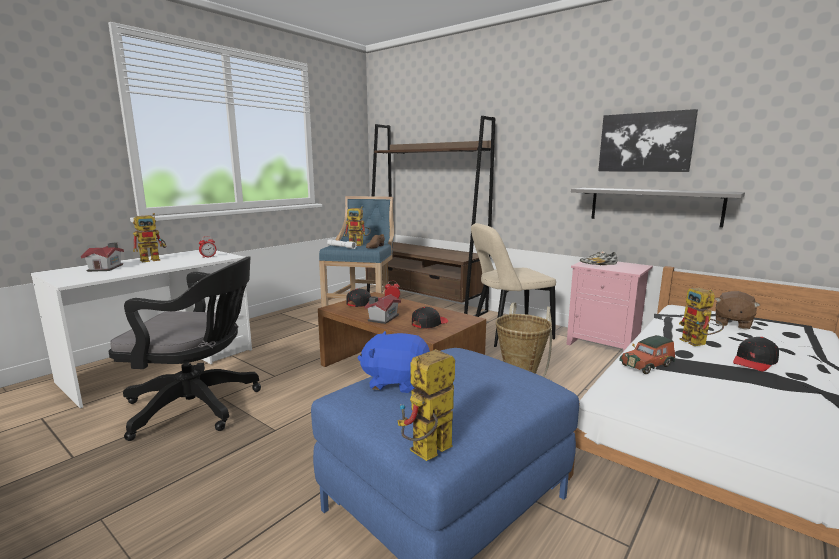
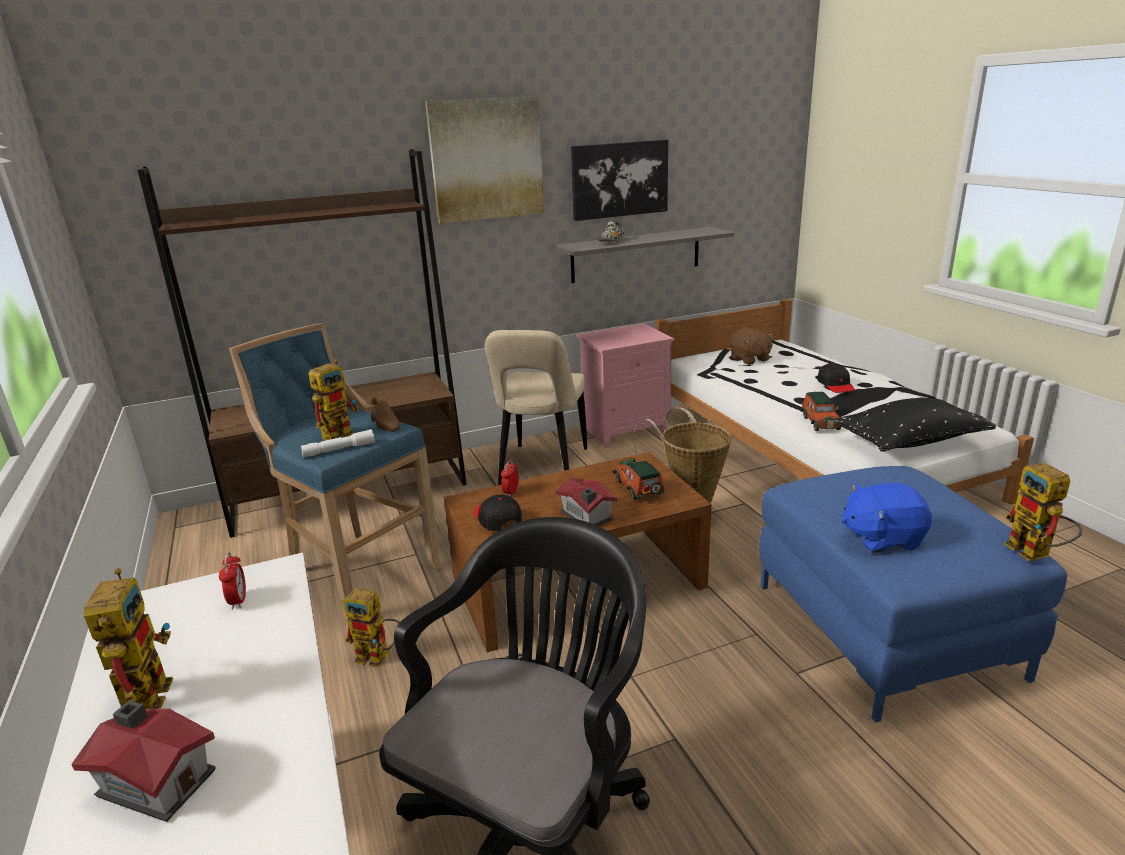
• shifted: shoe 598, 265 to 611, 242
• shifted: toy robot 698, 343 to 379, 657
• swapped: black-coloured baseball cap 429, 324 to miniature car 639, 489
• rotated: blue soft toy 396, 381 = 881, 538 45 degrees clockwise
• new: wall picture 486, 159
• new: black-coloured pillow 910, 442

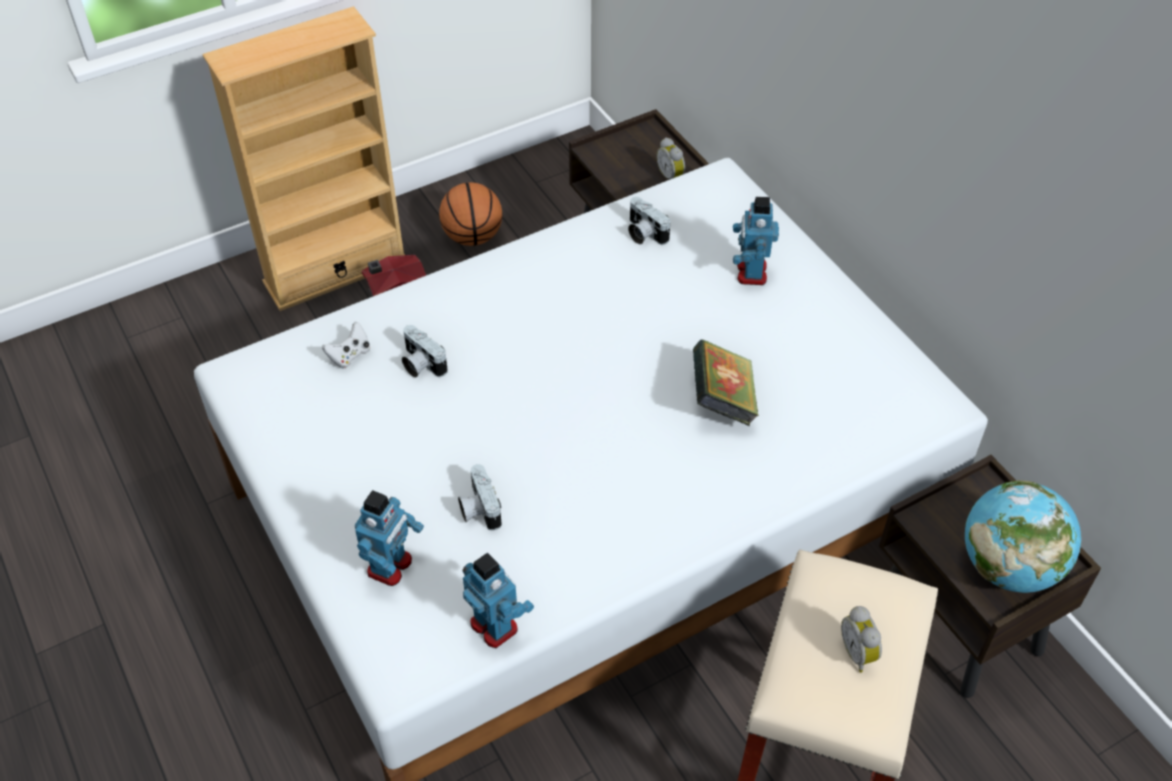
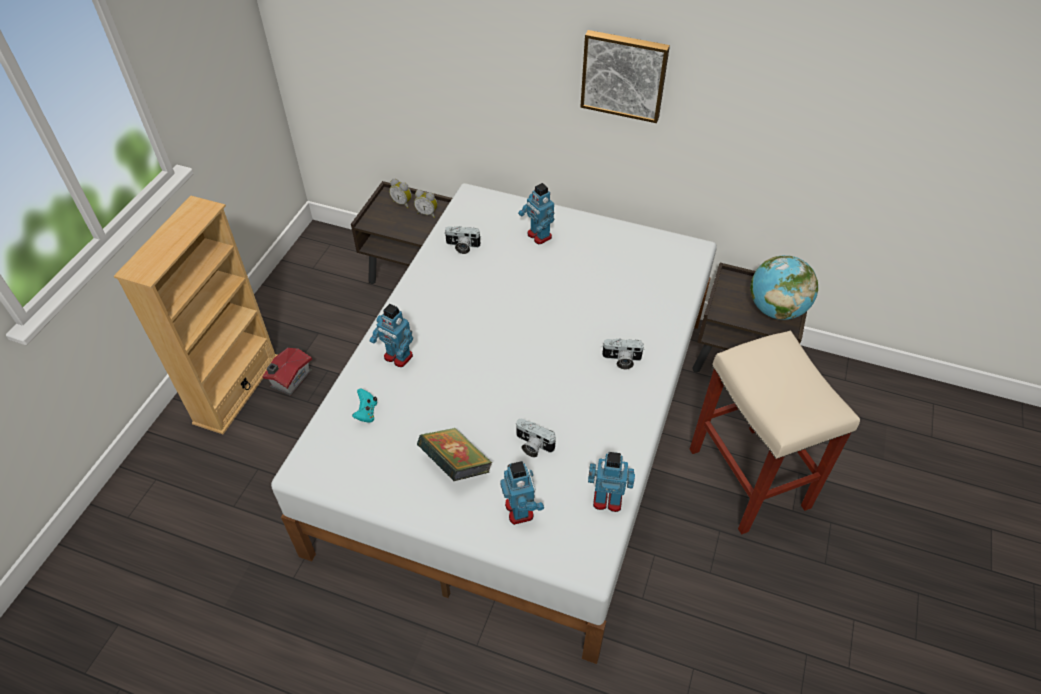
• gone: basketball ball 473, 237
• repainted: white game controller 350, 355 to turquoise-coloured game controller 366, 412
• shifted: still camera 420, 364 to 621, 360
• shifted: volume 722, 400 to 455, 465
• shifted: bedside clock 859, 652 to 402, 203
• new: wall picture 624, 75
• new: toy robot 398, 357

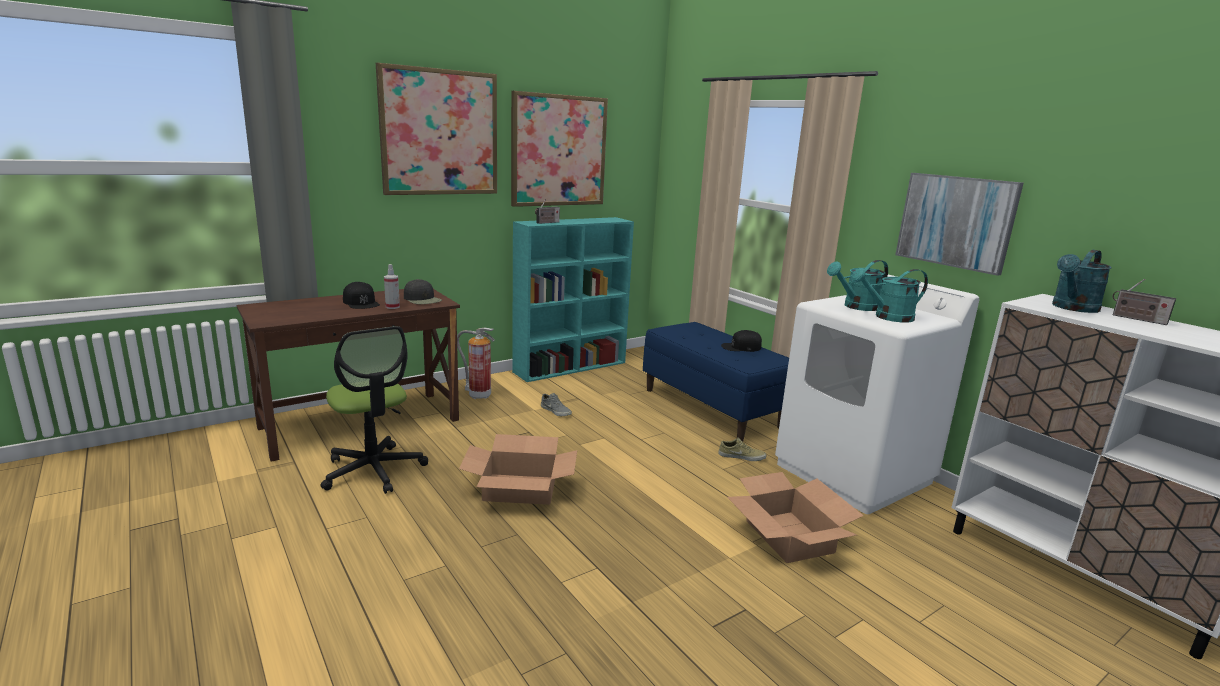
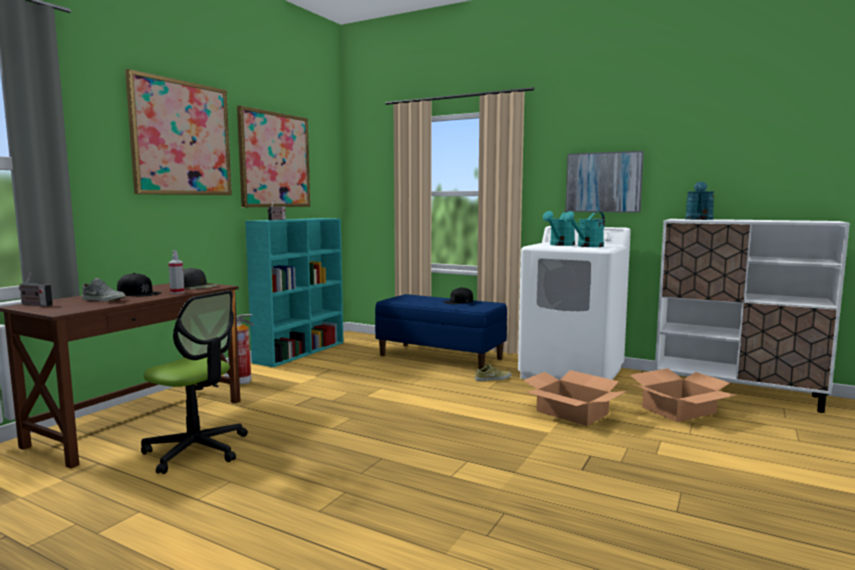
• shifted: radio receiver 1136, 319 to 35, 304
• shifted: grey shoe 556, 411 to 104, 300
• shifted: packing box 520, 489 to 679, 410

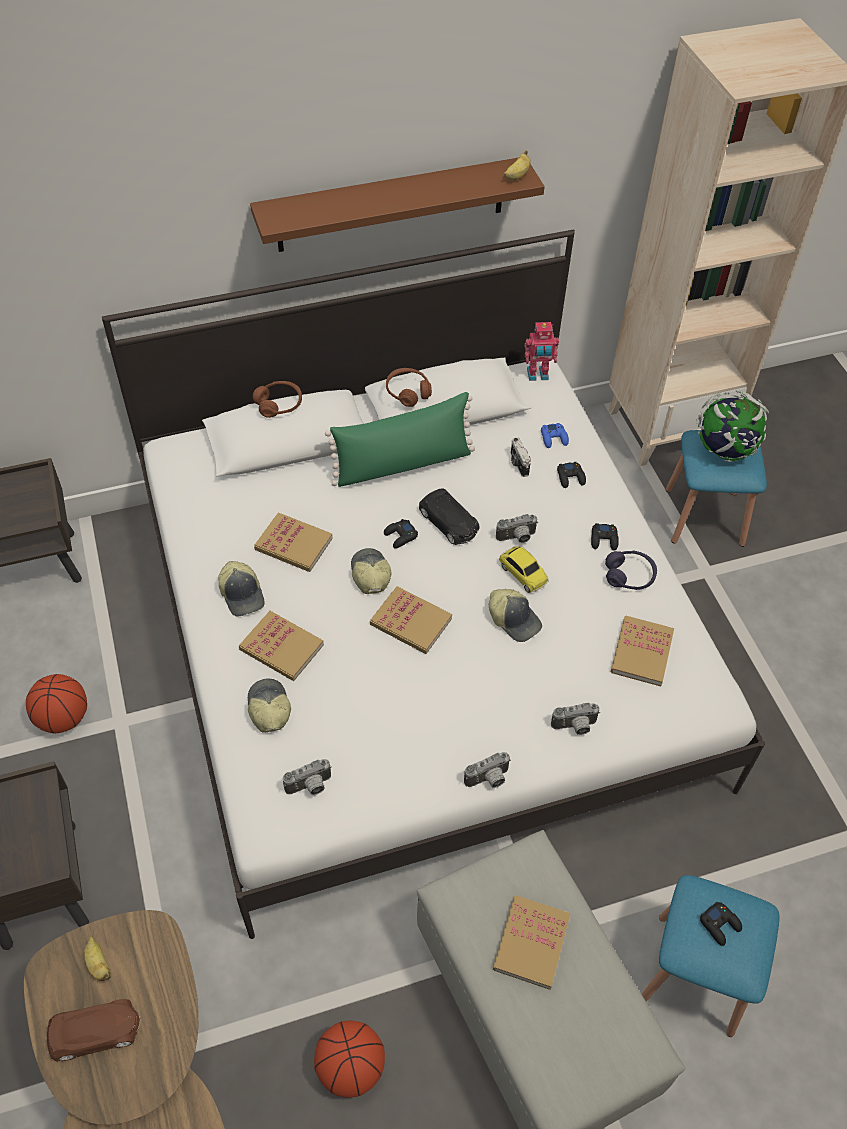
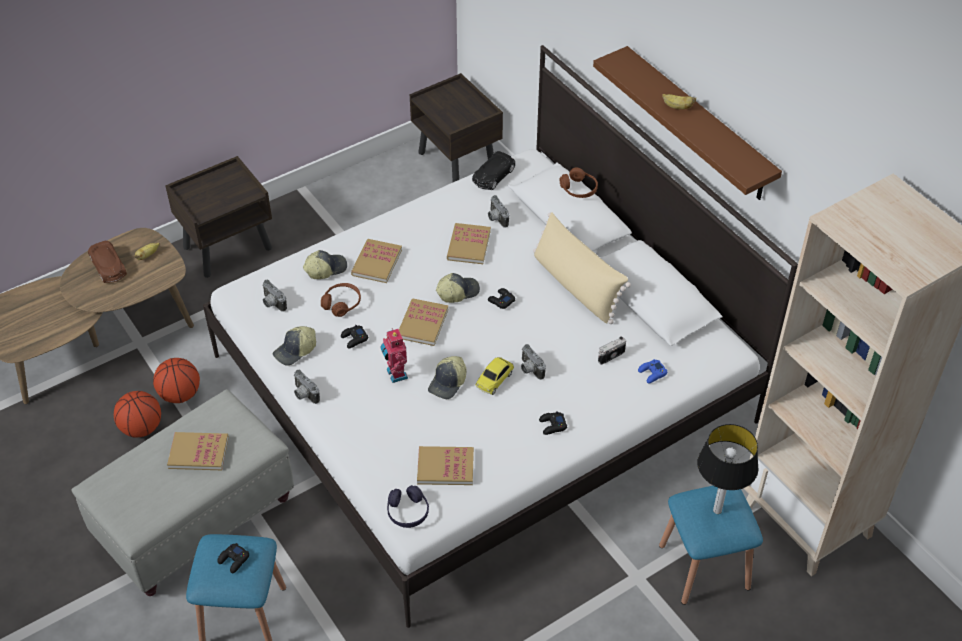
• shifted: banana 517, 176 to 677, 107
• shifted: toy robot 537, 375 to 395, 374
• shifted: brownish headphones 408, 392 to 342, 304
• swapped: world globe 724, 450 to table lamp 717, 511
• repainted: green-coloured pillow 403, 464 to beige pillow 576, 286
• shifted: black-coloured game controller 570, 477 to 354, 339
• shifted: black-coloured miniature car 449, 522 to 493, 176
• shifted: purple-coloured headphones 629, 576 to 408, 512
• shifted: baseball cap 243, 594 to 295, 351
• shifted: basketball ball 63, 718 to 180, 395
• shifted: still camera 575, 727 to 496, 219

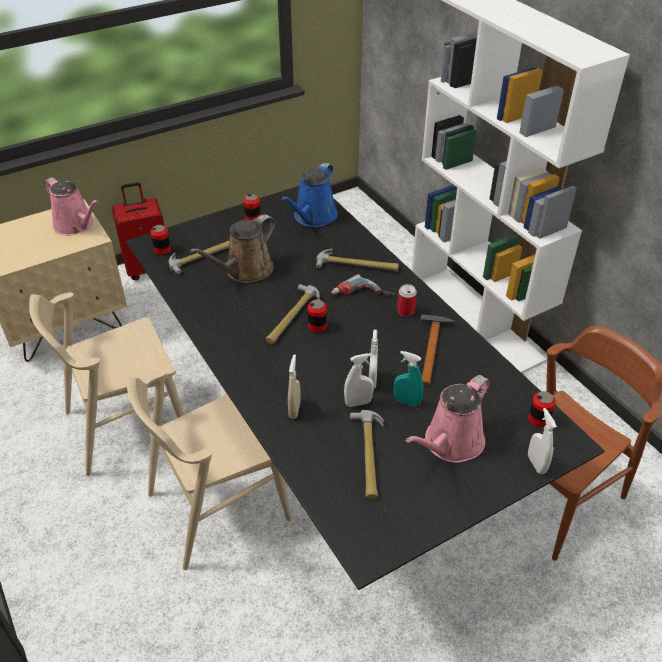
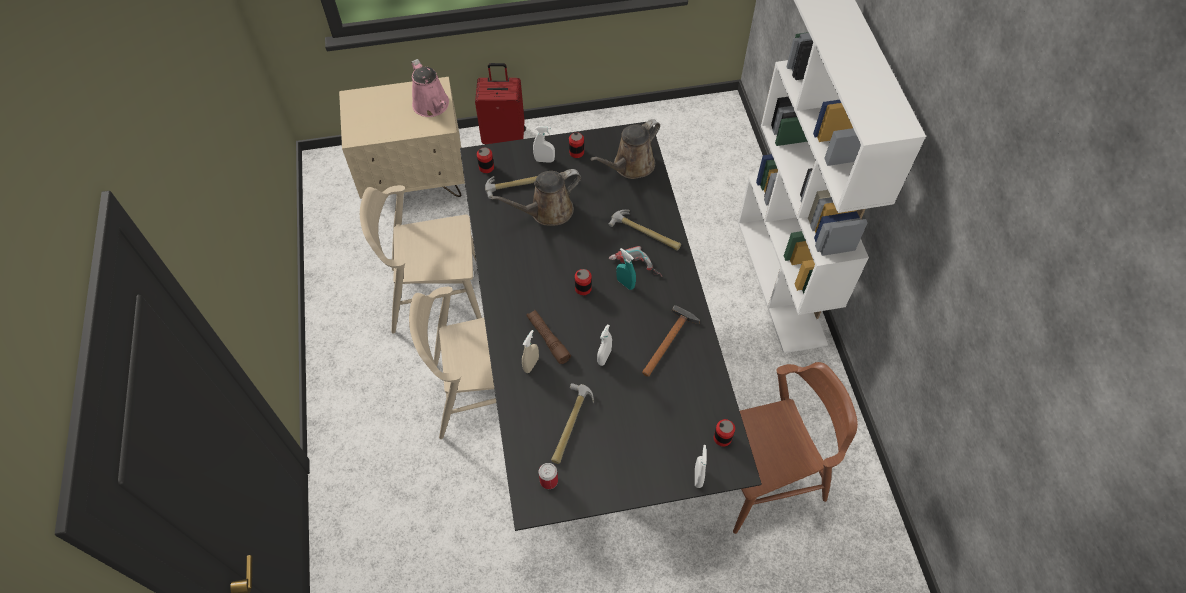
• repainted: blue watering pot 313, 217 to brownish watering pot 630, 166
• gone: tool hammer 292, 316
• shifted: can 405, 311 to 549, 481
• shifted: turquoise-coloured spray bottle 406, 401 to 625, 283
• shifted: white spray bottle 358, 403 to 544, 160
• gone: pinkish watering pot 450, 443
• new: brownish torch 548, 339

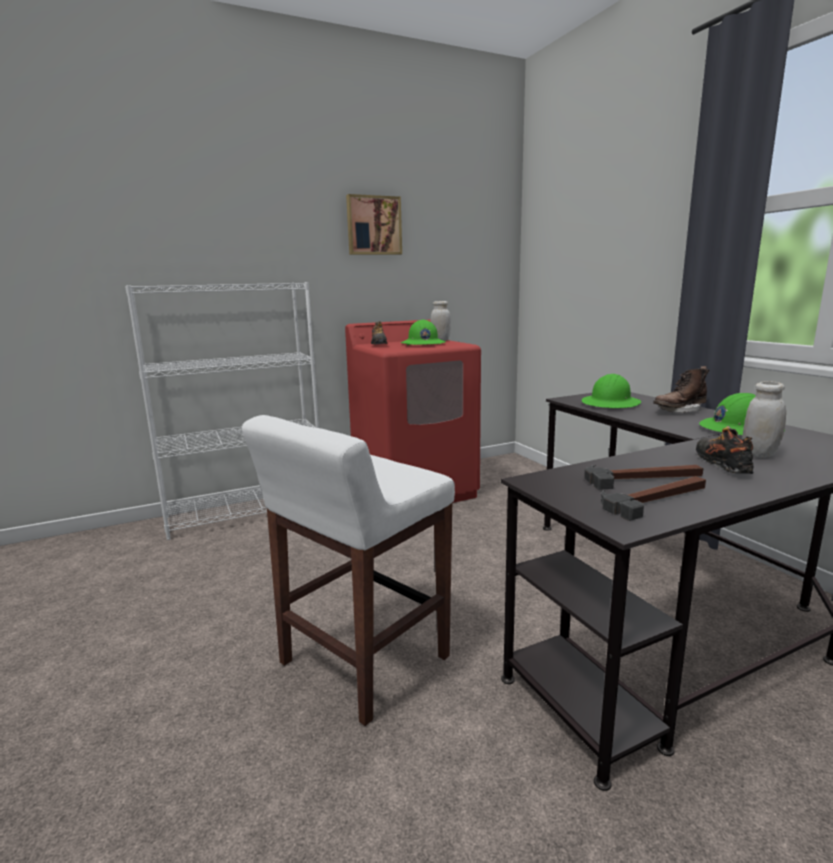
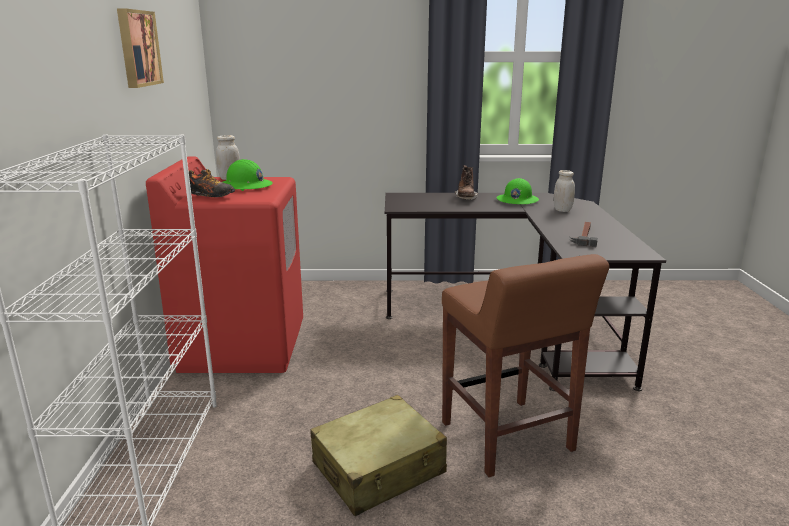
• gone: green-coloured work helmet 611, 403
• repainted: white sitting stool 362, 661 to brownish sitting stool 507, 438
• gone: shoe 723, 464
• gone: tool hammer 656, 499
• new: beige piece of luggage 379, 469

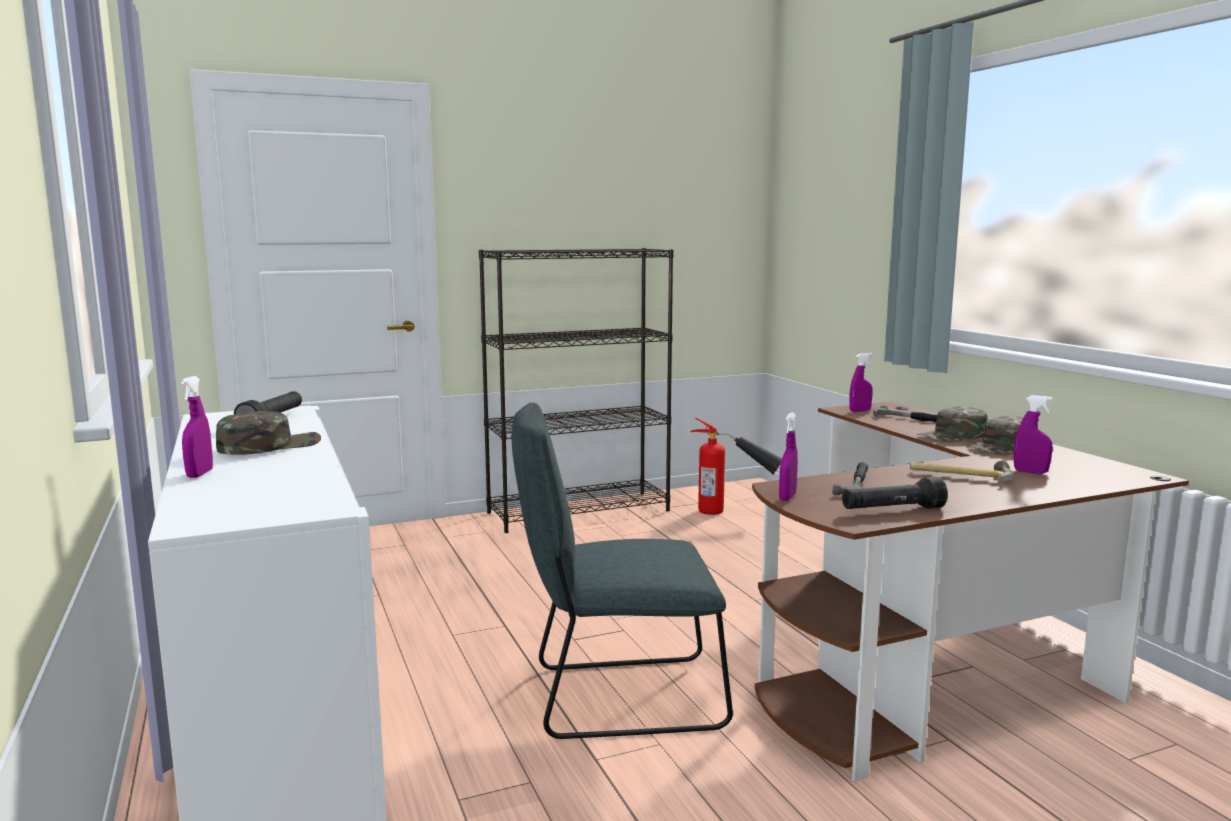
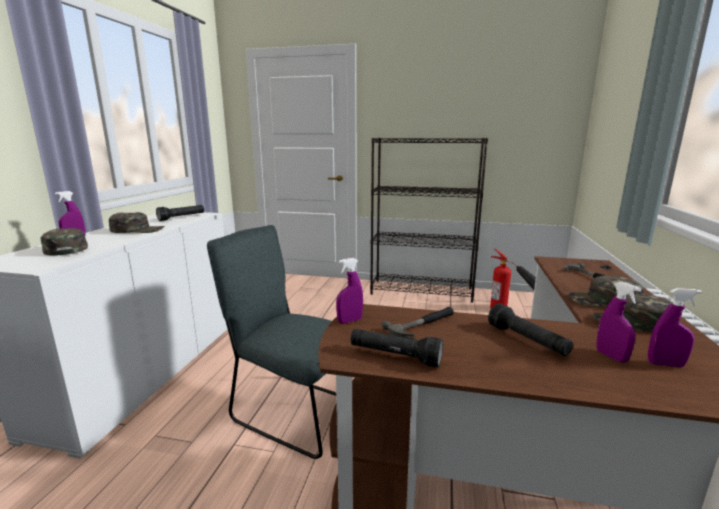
• shifted: purple-coloured spray bottle 860, 411 to 665, 364
• swapped: tool hammer 960, 476 to black-coloured torch 527, 341
• new: green-coloured baseball cap 65, 249

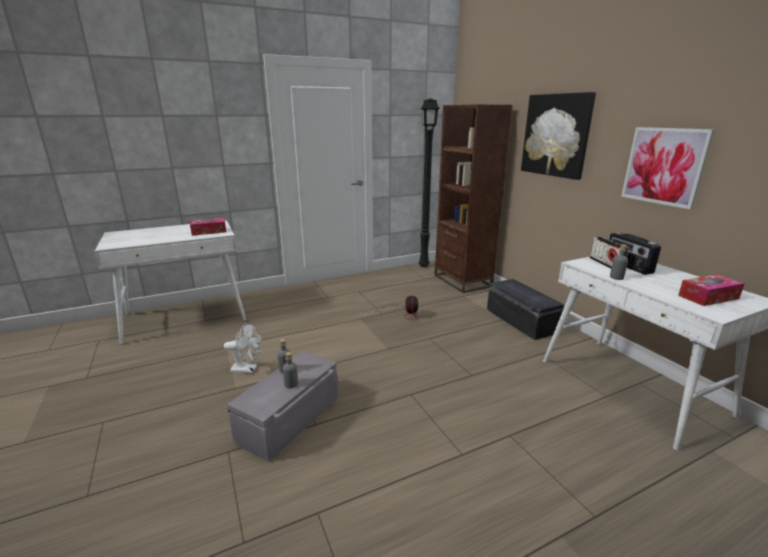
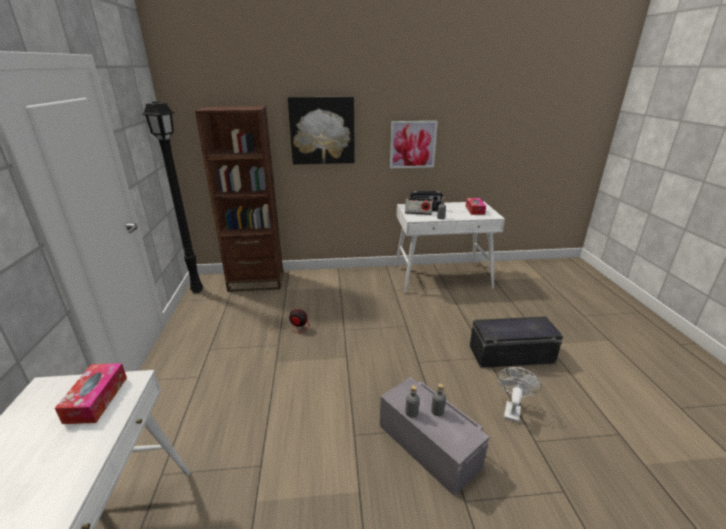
• shifted: black-coloured storage container 520, 321 to 511, 355
• shifted: white cooling fan 248, 369 to 512, 409

